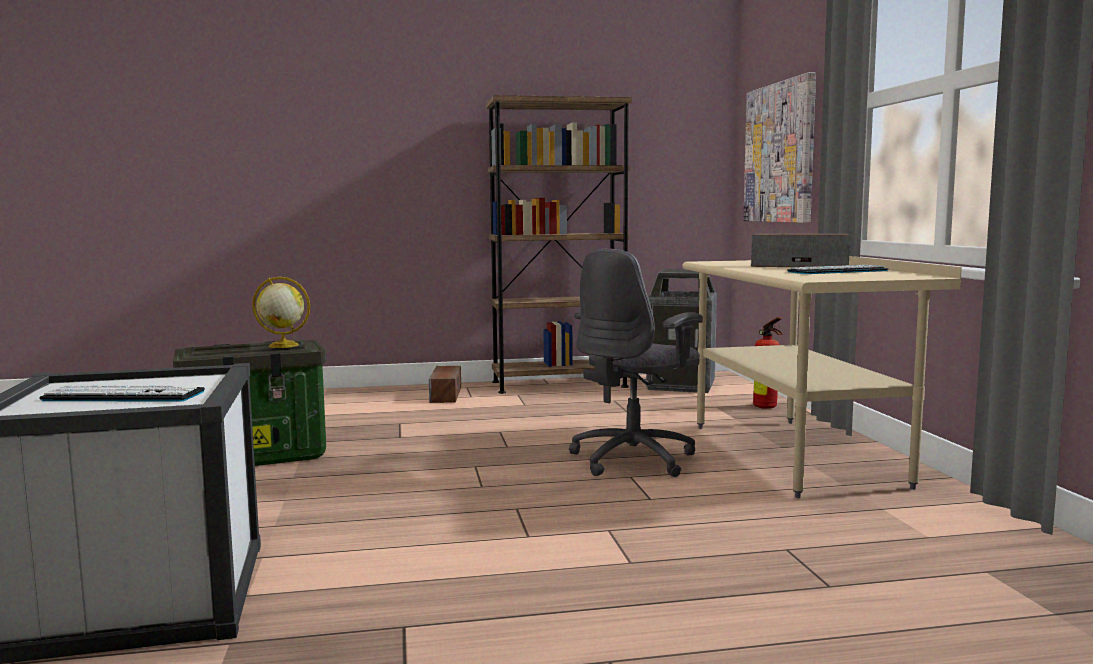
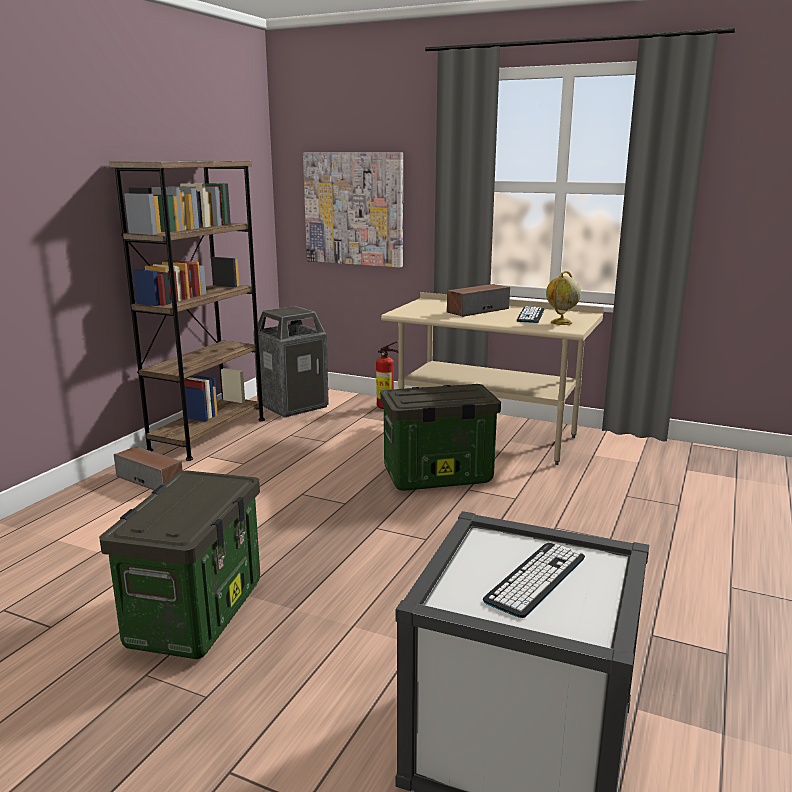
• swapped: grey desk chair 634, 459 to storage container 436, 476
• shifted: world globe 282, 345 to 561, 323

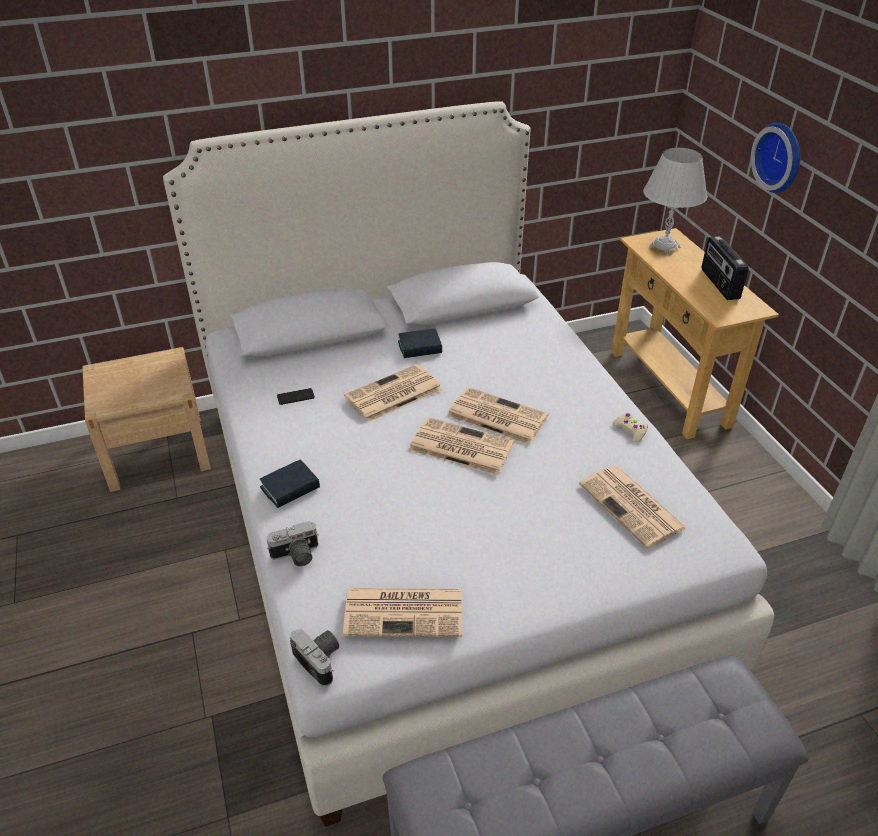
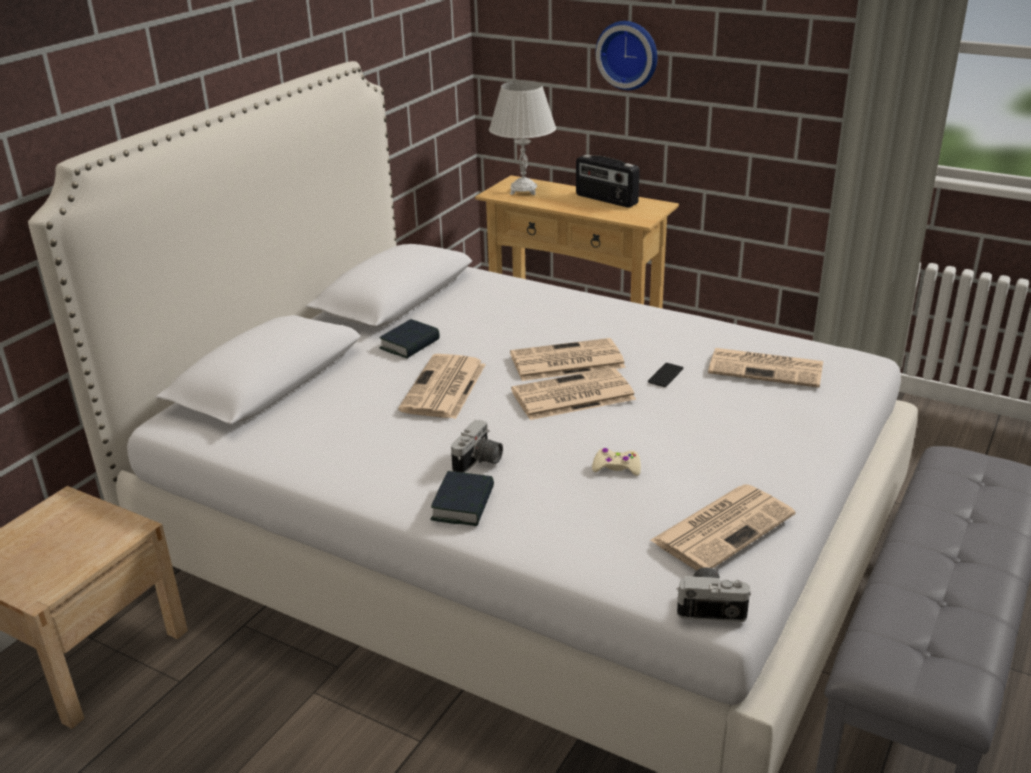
• shifted: phone 295, 397 to 665, 375
• shifted: beige game controller 630, 430 to 616, 467
• shifted: still camera 296, 556 to 479, 462

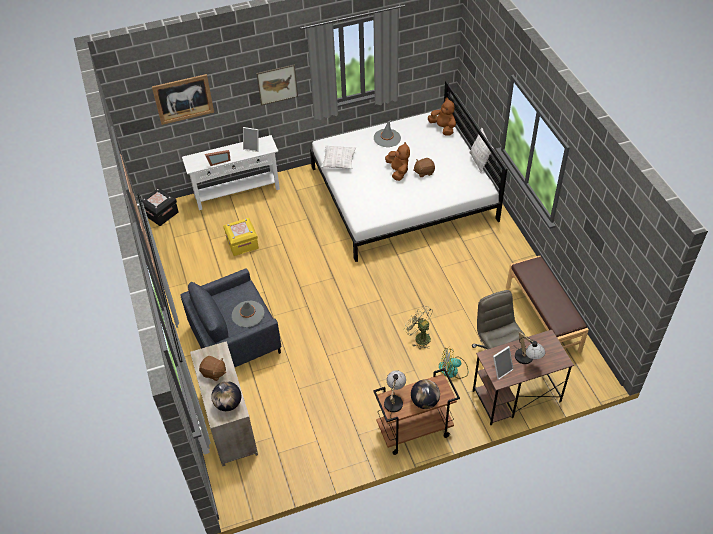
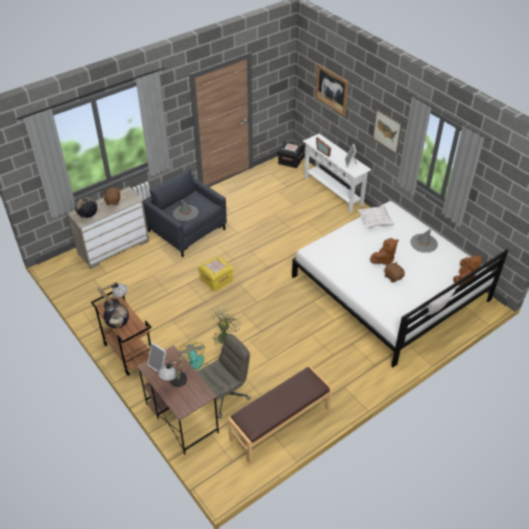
• shifted: yellowish storage container 242, 243 to 216, 280

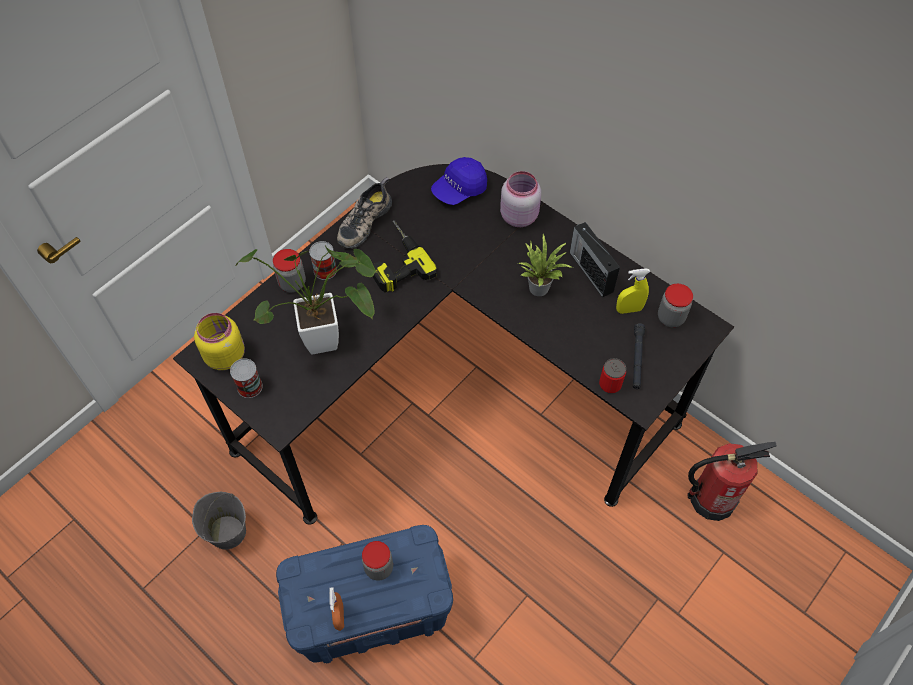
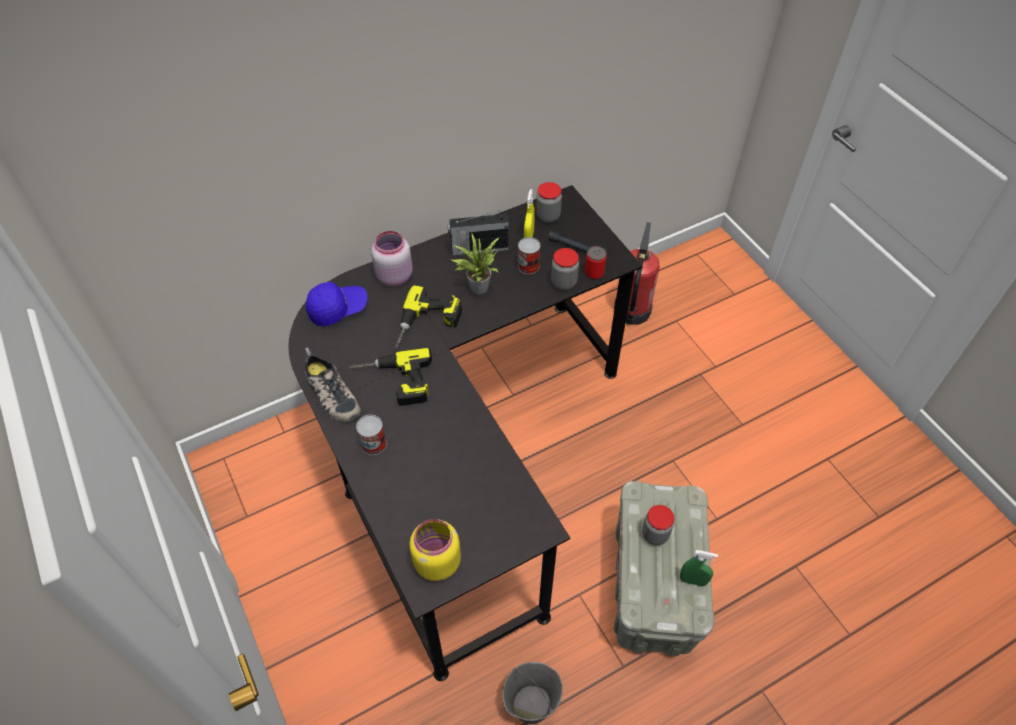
• rotated: blue baseball cap 459, 189 = 337, 309 90 degrees counterclockwise
• gone: potted plant 331, 340
• shifted: jar 292, 283 to 563, 282
• shifted: can 250, 387 to 528, 266
• repainted: blue storage container 372, 609 to grey storage container 652, 586
• repainted: orange spray bottle 339, 617 to green-coloured spray bottle 693, 580
• new: power drill 428, 325

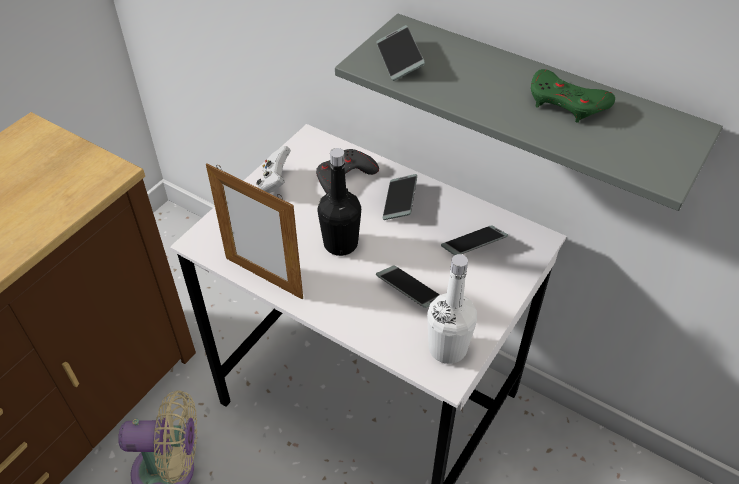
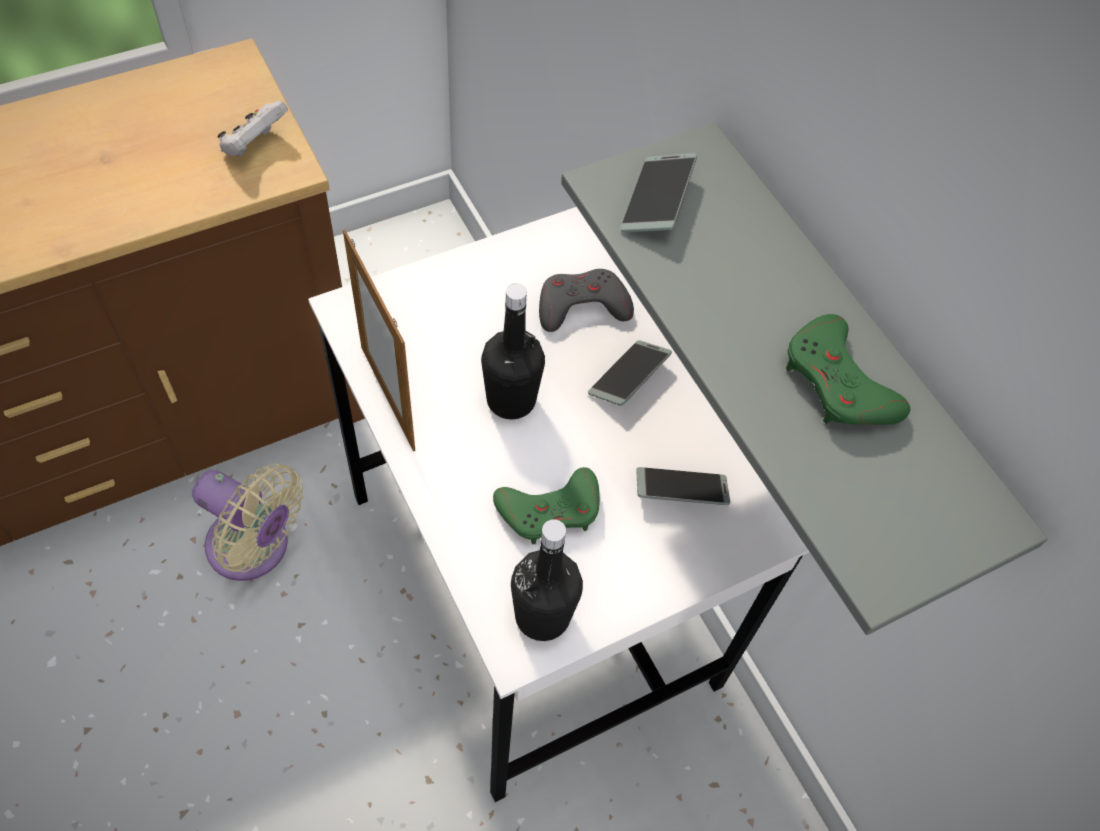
• shifted: white game controller 275, 182 to 254, 145
• repainted: white bottle 447, 348 to black-coloured bottle 542, 615
• swapped: phone 408, 290 to green-coloured game controller 550, 510

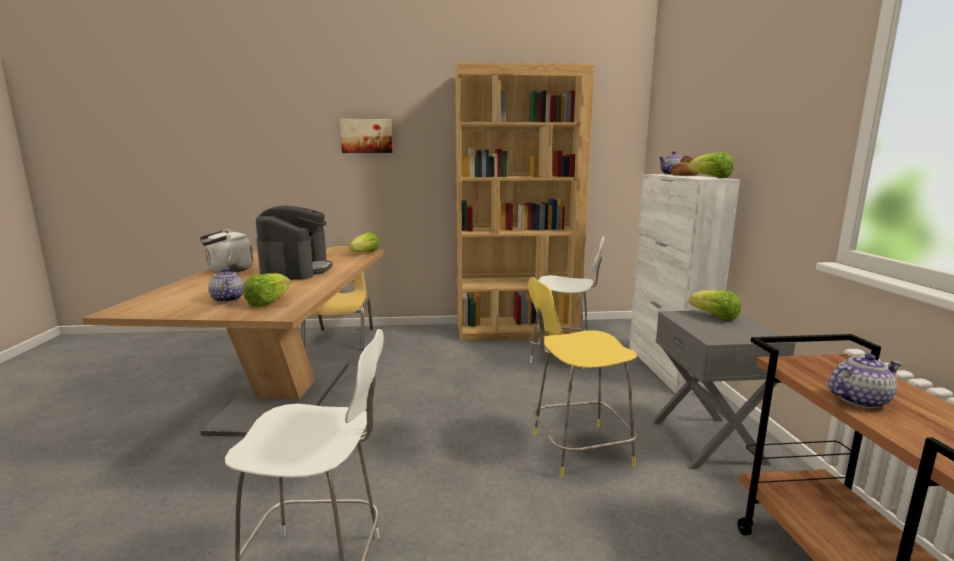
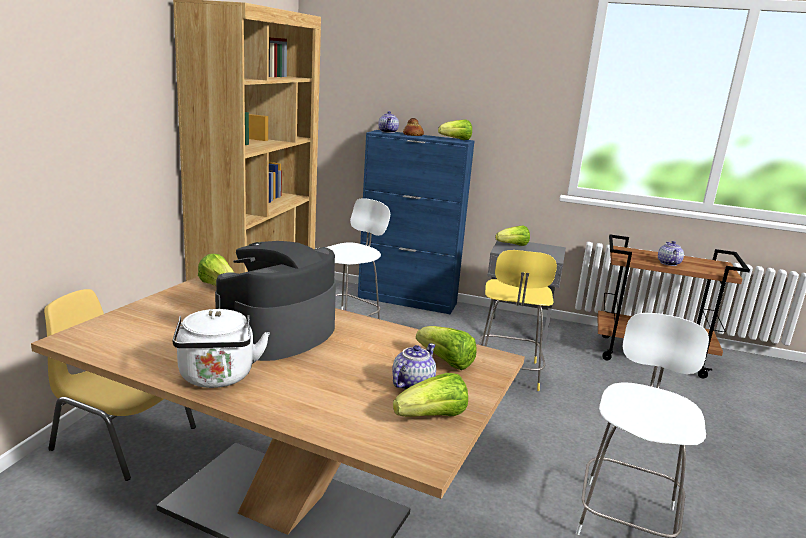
• gone: wall picture 366, 136
• repainted: white cabinet 667, 368 to blue cabinet 407, 300
• rotated: coffee brewer 296, 270 = 278, 333 75 degrees counterclockwise
• rotated: tea pot 227, 299 = 412, 384 135 degrees clockwise
• new: lettuce 433, 417

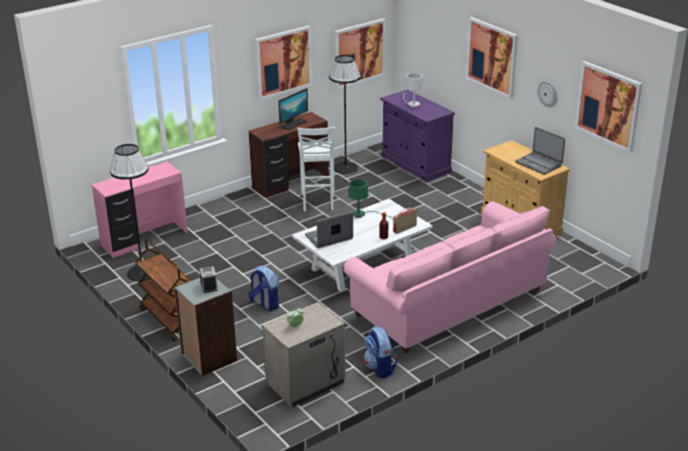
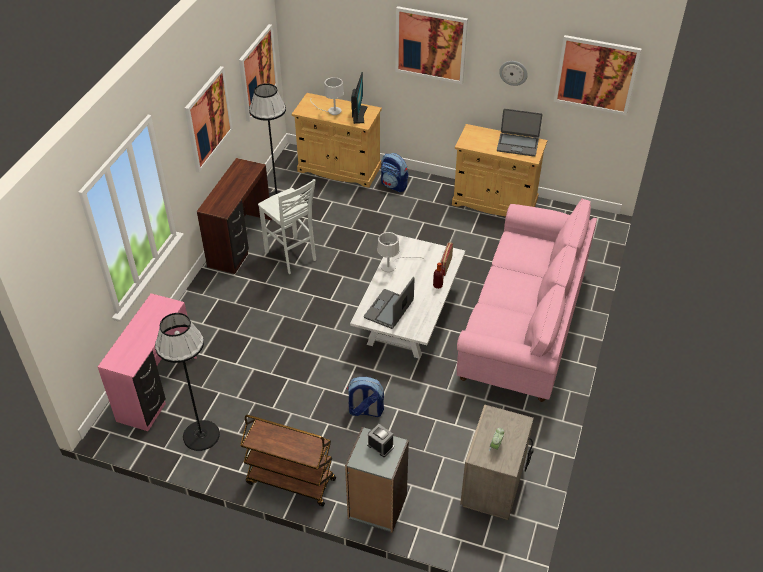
• shifted: computer display 293, 124 to 359, 114
• repainted: purple-coloured cabinet 415, 164 to beige cabinet 339, 169
• repainted: green-coloured table lamp 362, 215 to white table lamp 392, 266
• shifted: knapsack 380, 368 to 394, 185

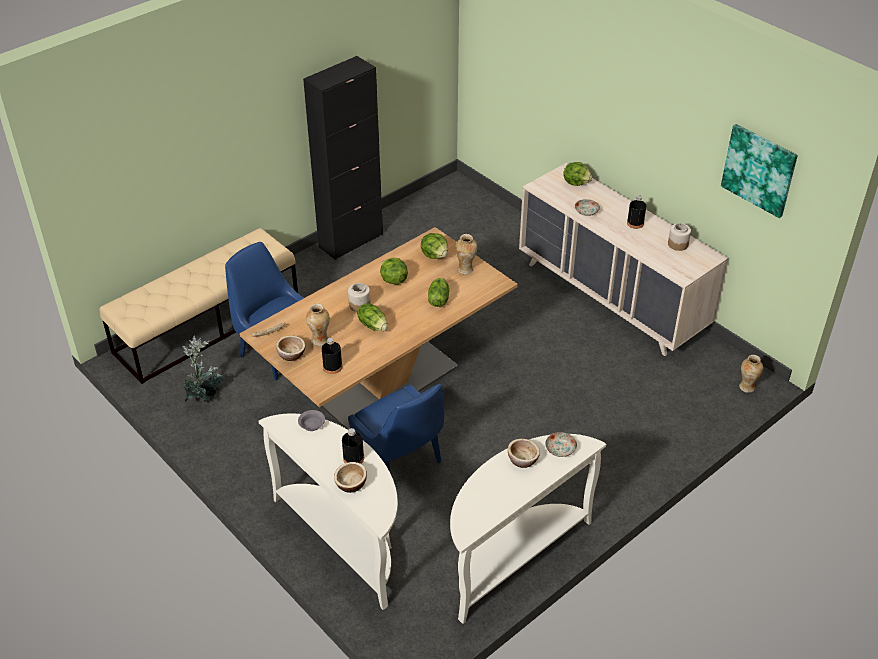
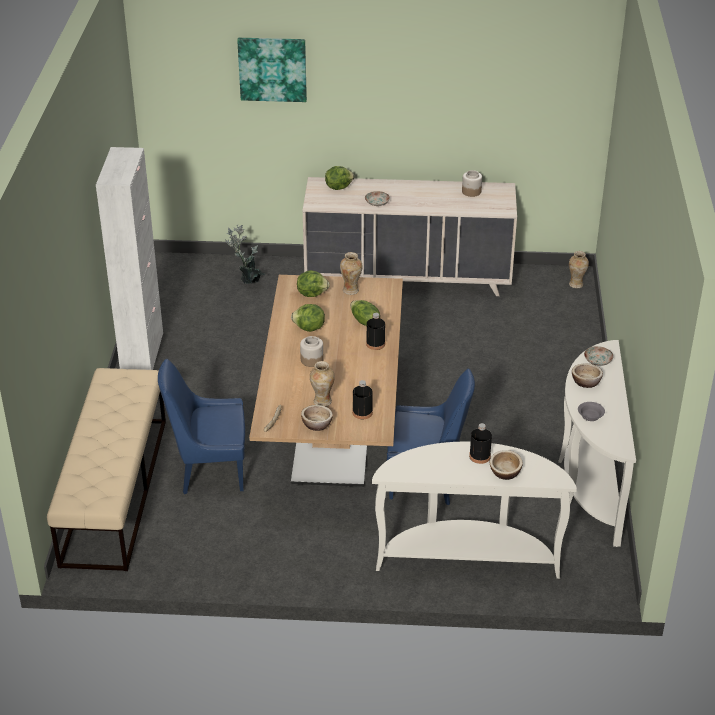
• repainted: black-coloured cabinet 351, 241 to white cabinet 142, 353
• shifted: wall picture 759, 170 to 272, 69
• shifted: black-coloured bottle 635, 223 to 375, 344
• gone: lettuce 373, 325
• shifted: potted plant 205, 396 to 248, 281
• shifted: grey deep dish 312, 425 to 591, 416

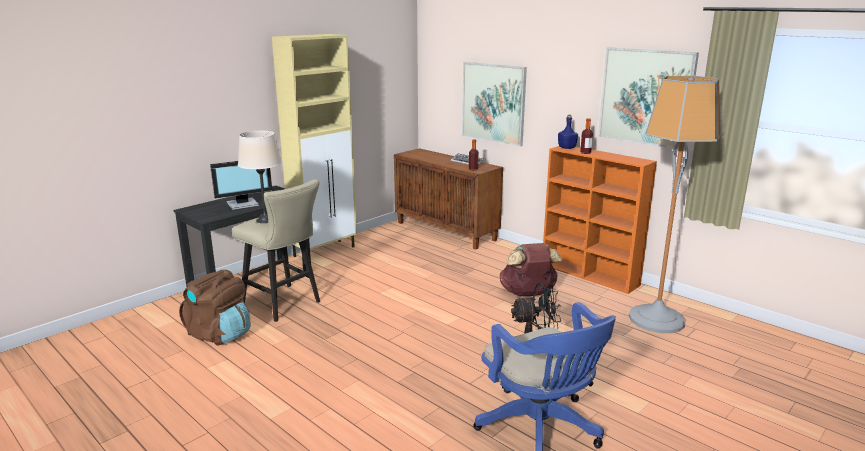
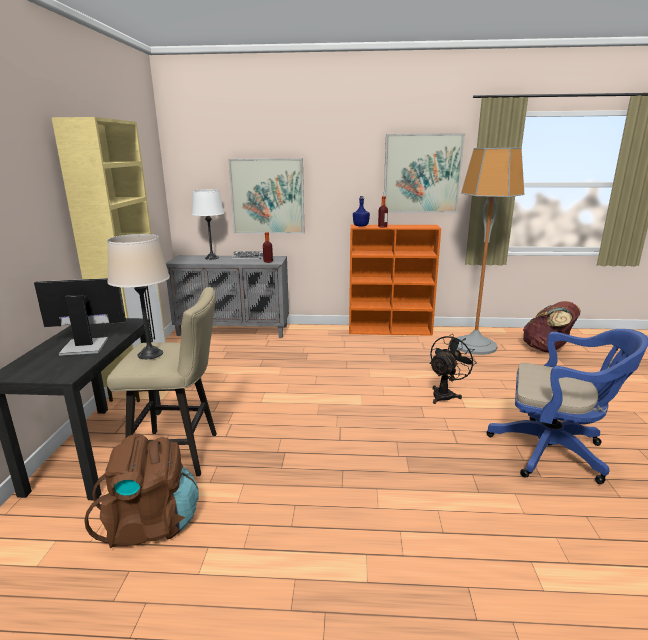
• repainted: brownish cabinet 446, 231 to grey cabinet 234, 330
• rotated: computer display 243, 204 = 84, 346 120 degrees counterclockwise
• shifted: brownish knapsack 528, 294 to 547, 349
• new: white table lamp 211, 258

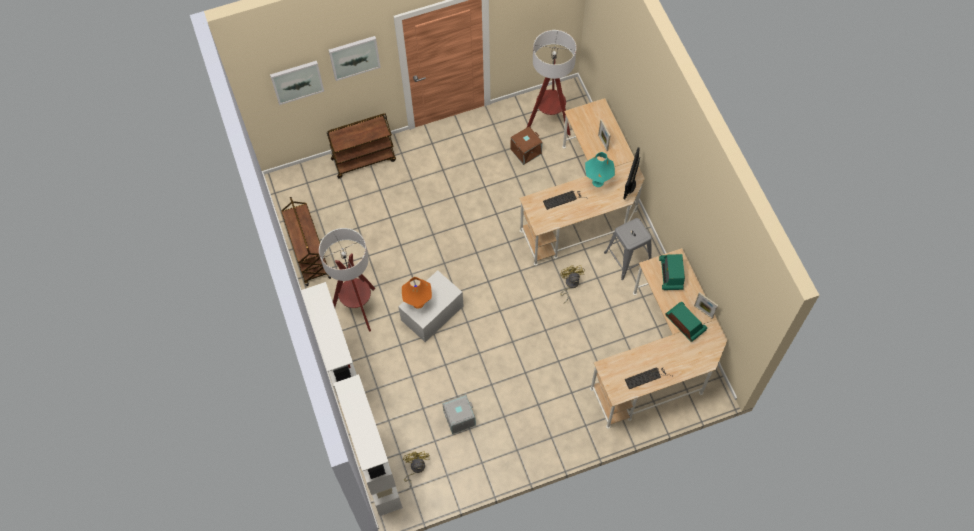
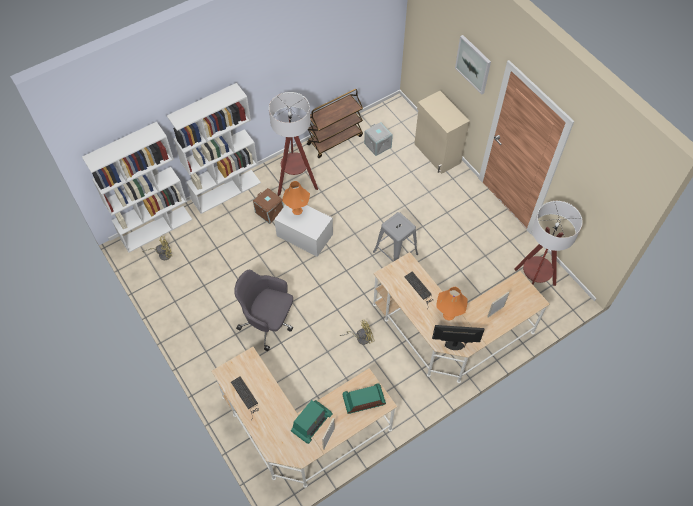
• gone: wall picture 297, 81
• swapped: brownish trolley 364, 159 to beige cabinet 437, 154
• shifted: brownish storage container 525, 151 to 270, 211
• repainted: turquoise-coloured table lamp 597, 182 to orange table lamp 448, 315
• shifted: grey sitting stool 628, 258 to 395, 253
• shifted: grey storage container 459, 419 to 377, 145
• new: grey desk chair 268, 322

